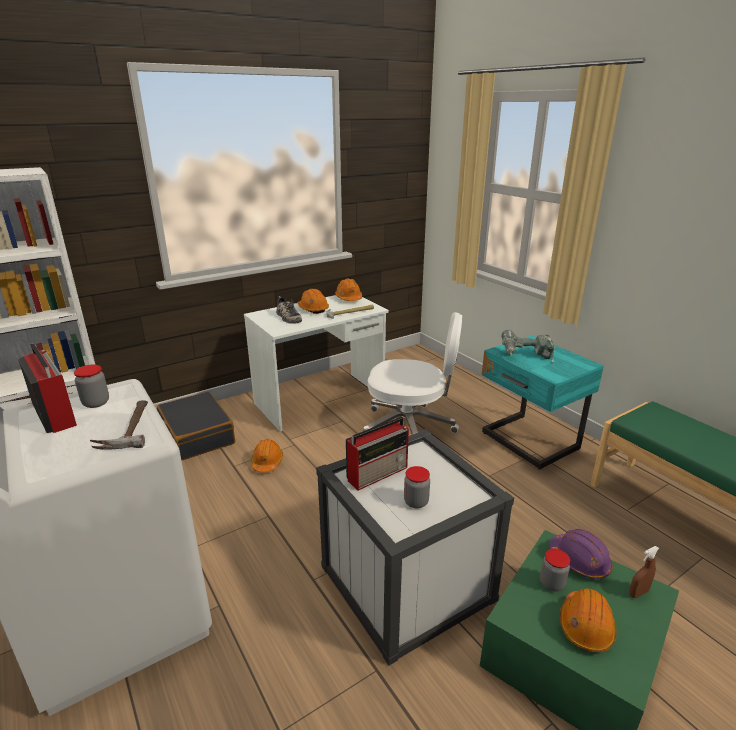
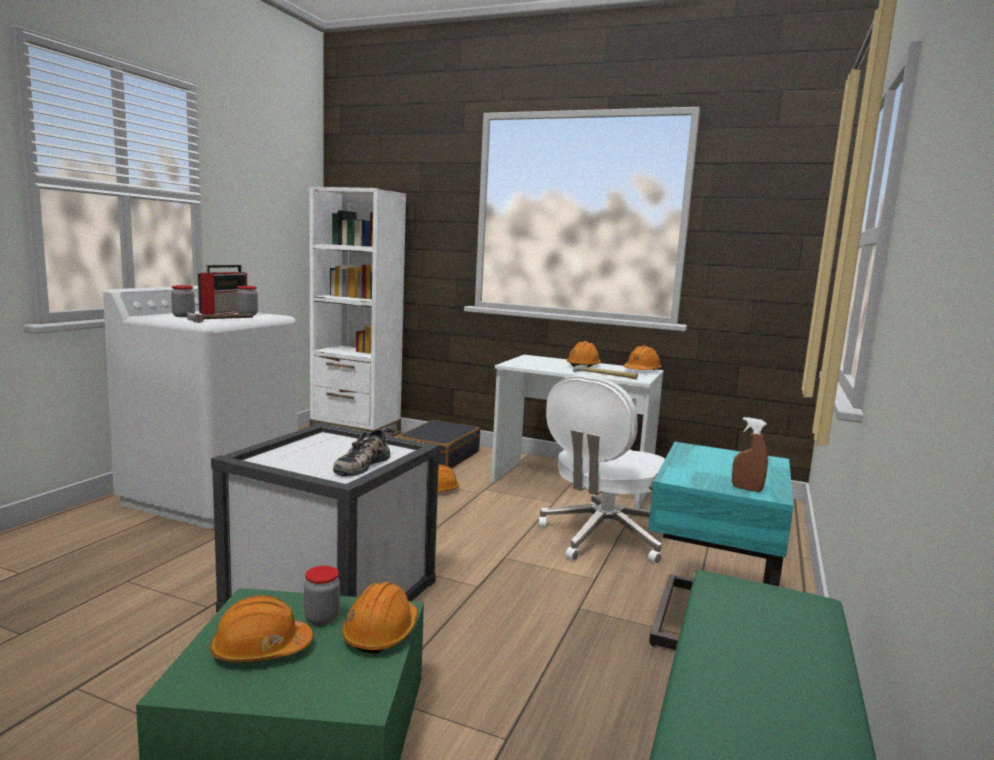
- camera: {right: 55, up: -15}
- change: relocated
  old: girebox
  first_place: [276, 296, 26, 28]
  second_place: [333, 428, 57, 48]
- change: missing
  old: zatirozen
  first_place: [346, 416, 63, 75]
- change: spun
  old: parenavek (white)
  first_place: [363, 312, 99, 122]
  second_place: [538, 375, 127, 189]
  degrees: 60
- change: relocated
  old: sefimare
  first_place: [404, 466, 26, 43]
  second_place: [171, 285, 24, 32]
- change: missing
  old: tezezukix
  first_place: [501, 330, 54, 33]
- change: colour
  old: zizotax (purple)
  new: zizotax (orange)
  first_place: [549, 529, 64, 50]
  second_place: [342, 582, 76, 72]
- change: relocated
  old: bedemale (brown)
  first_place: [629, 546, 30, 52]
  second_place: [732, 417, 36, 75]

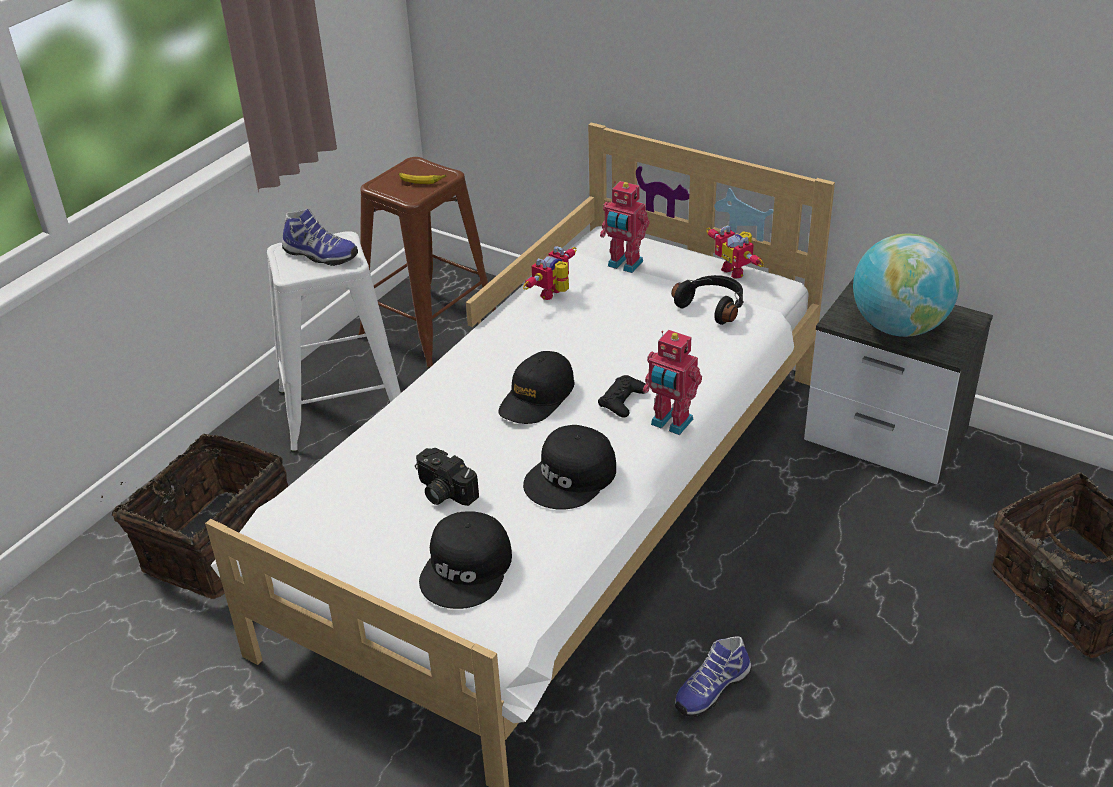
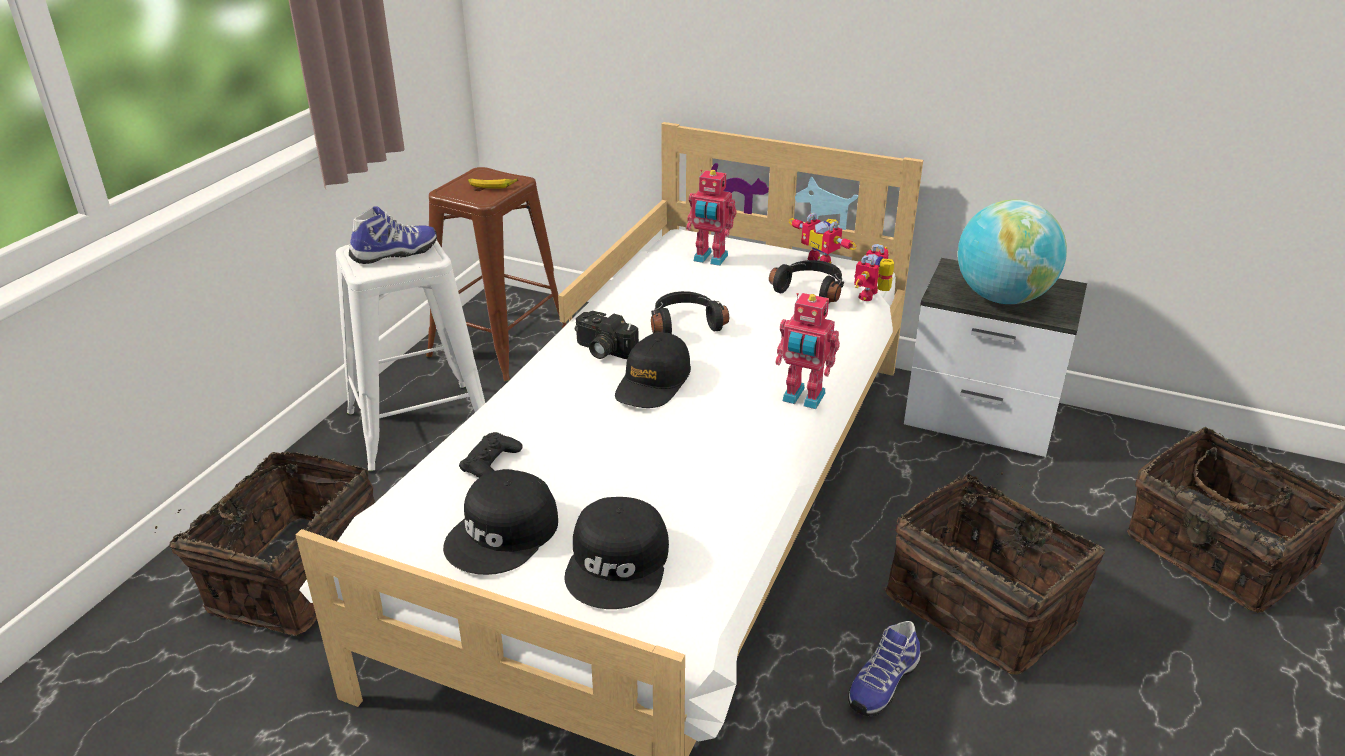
- camera: {right: -10, up: -5}
- change: spun
  old: girebox
  first_place: [282, 209, 76, 57]
  second_place: [349, 206, 88, 58]
  degrees: -45
- change: relocated
  old: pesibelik
  first_place: [415, 448, 64, 58]
  second_place: [575, 311, 64, 48]
- change: relocated
  old: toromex
  first_place: [523, 246, 54, 54]
  second_place: [854, 244, 40, 57]
- change: relocated
  old: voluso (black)
  first_place: [523, 425, 93, 85]
  second_place: [443, 469, 115, 106]
- change: relocated
  old: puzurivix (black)
  first_place: [598, 375, 48, 43]
  second_place: [459, 432, 63, 46]
- change: appeared
  new: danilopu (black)
  second_place: [651, 291, 78, 43]
- change: appeared
  new: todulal
  second_place: [885, 472, 220, 203]

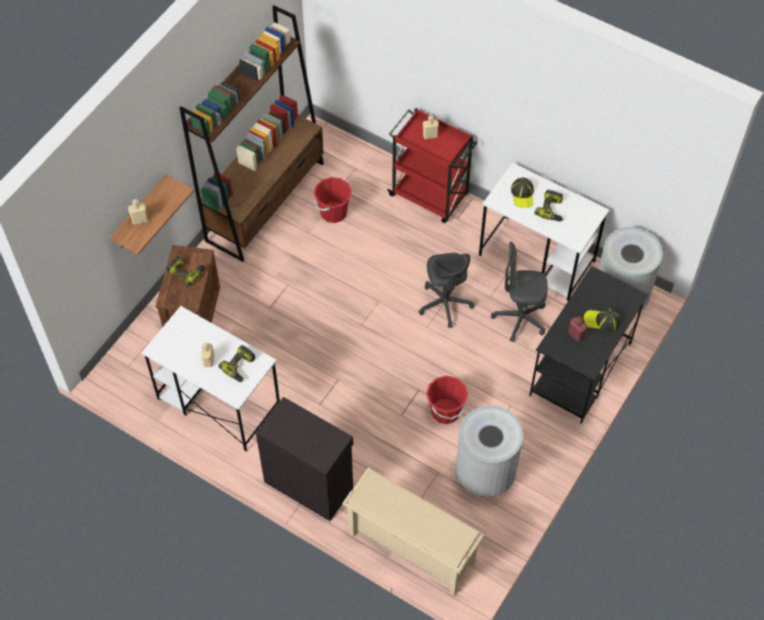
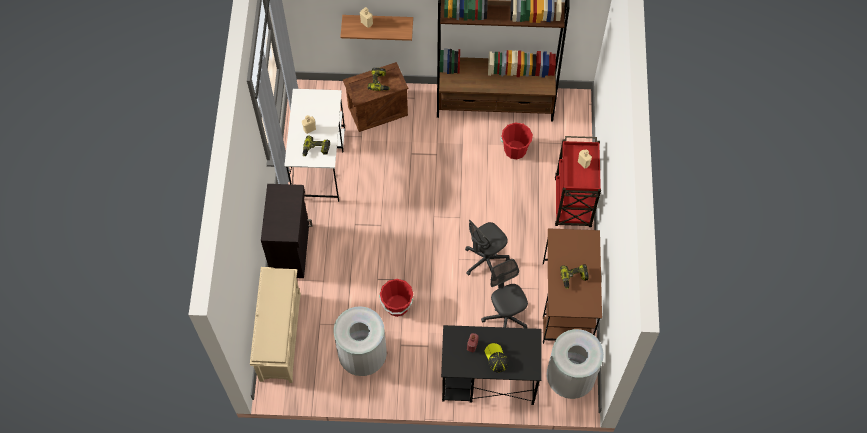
- camera: {right: 60, up: 5}
- change: colour
  old: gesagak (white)
  new: gesagak (brown)
  first_place: [479, 163, 130, 138]
  second_place: [543, 228, 59, 116]
- change: missing
  old: voluso
  first_place: [511, 178, 23, 30]

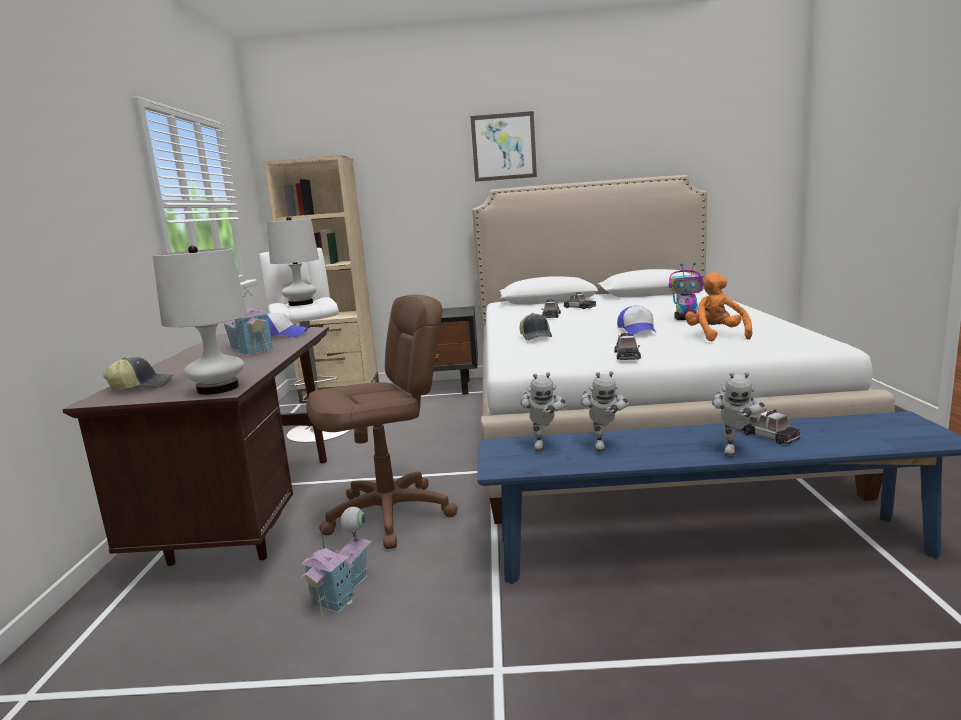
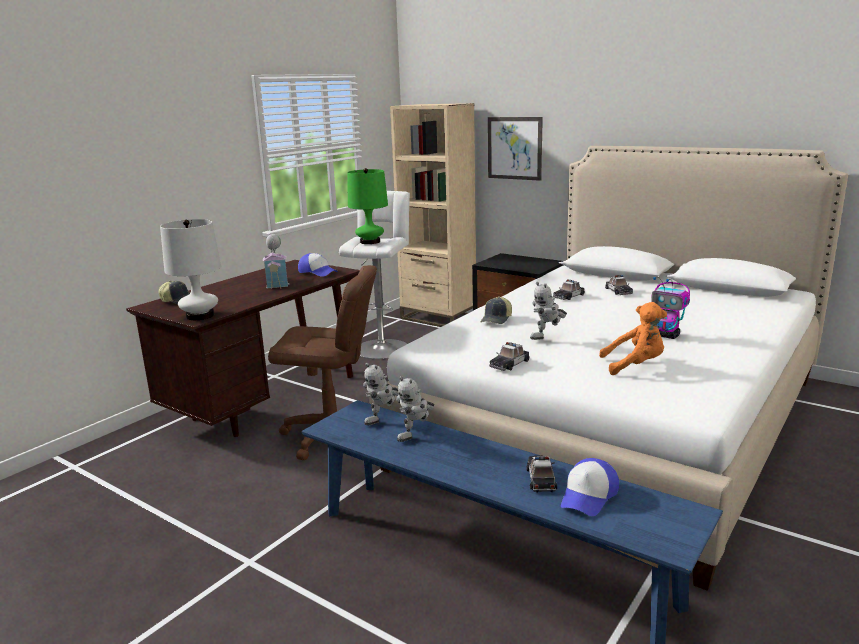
- camera: {right: 35, up: 5}
- change: colour
  old: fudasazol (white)
  new: fudasazol (green)
  first_place: [267, 217, 52, 89]
  second_place: [347, 168, 41, 76]
- change: missing
  old: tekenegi
  first_place: [300, 507, 71, 109]
- change: relocated
  old: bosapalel
  first_place: [470, 111, 67, 71]
  second_place: [488, 117, 55, 64]
- change: relocated
  old: voluso
  first_place: [617, 306, 39, 29]
  second_place: [561, 458, 58, 58]
- change: spun
  old: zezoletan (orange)
  first_place: [685, 272, 67, 69]
  second_place: [599, 302, 68, 73]
  degrees: 60
- change: relocated
  old: toromex
  first_place: [712, 372, 54, 85]
  second_place: [530, 281, 37, 59]

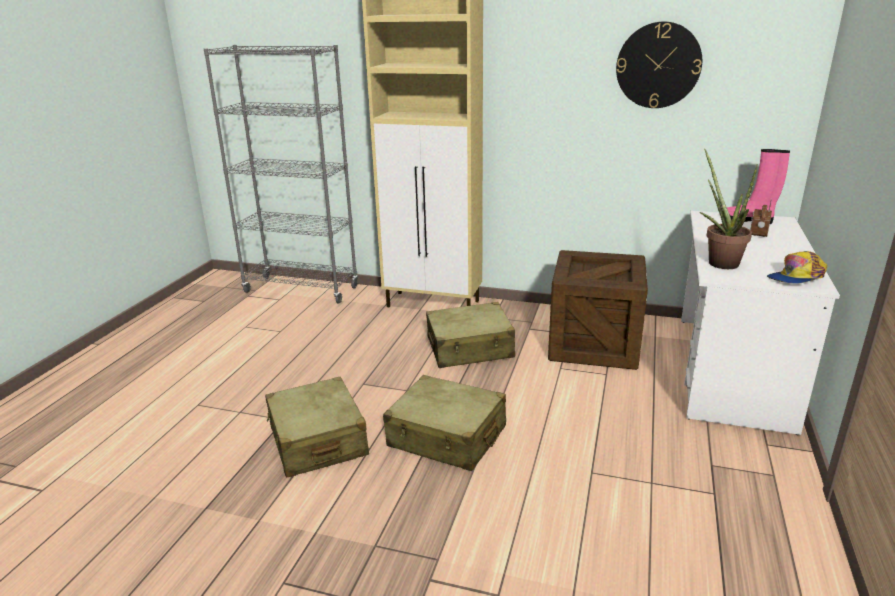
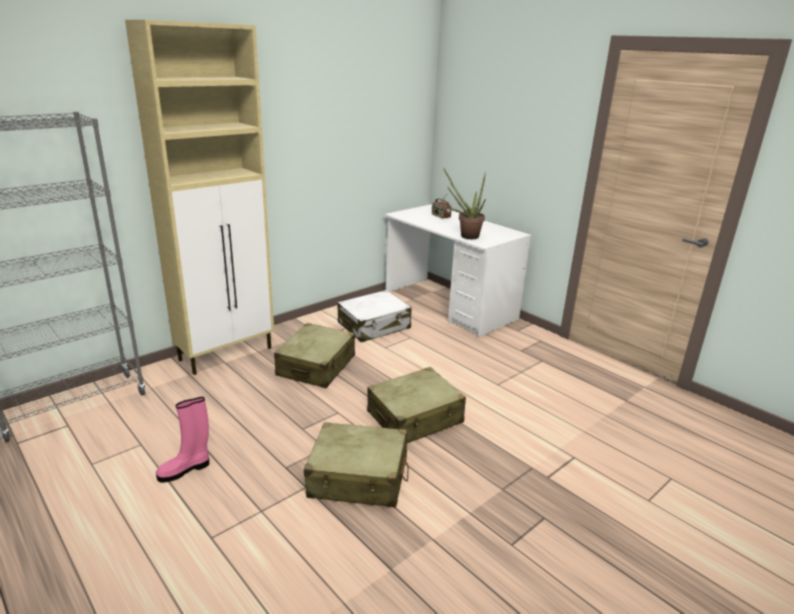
- camera: {right: -60, up: 0}
- change: exchanged
  old: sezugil
  new: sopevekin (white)
  first_place: [548, 250, 100, 120]
  second_place: [337, 290, 74, 52]
- change: missing
  old: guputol
  first_place: [616, 21, 86, 87]
- change: relocated
  old: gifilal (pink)
  first_place: [727, 149, 63, 75]
  second_place: [156, 397, 53, 86]
- change: missing
  old: voluso
  first_place: [767, 251, 60, 33]

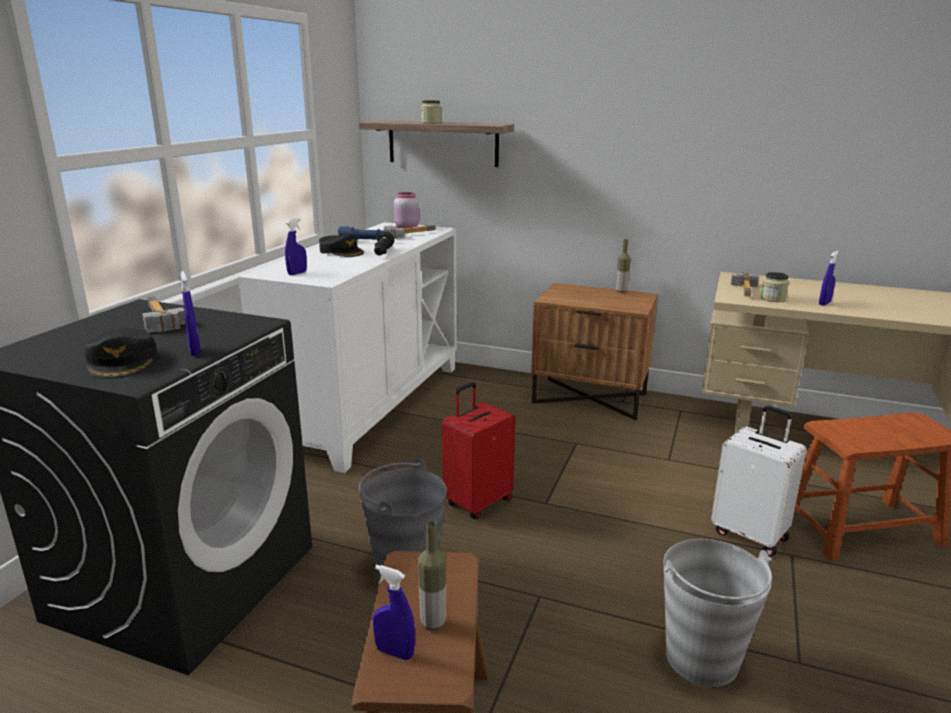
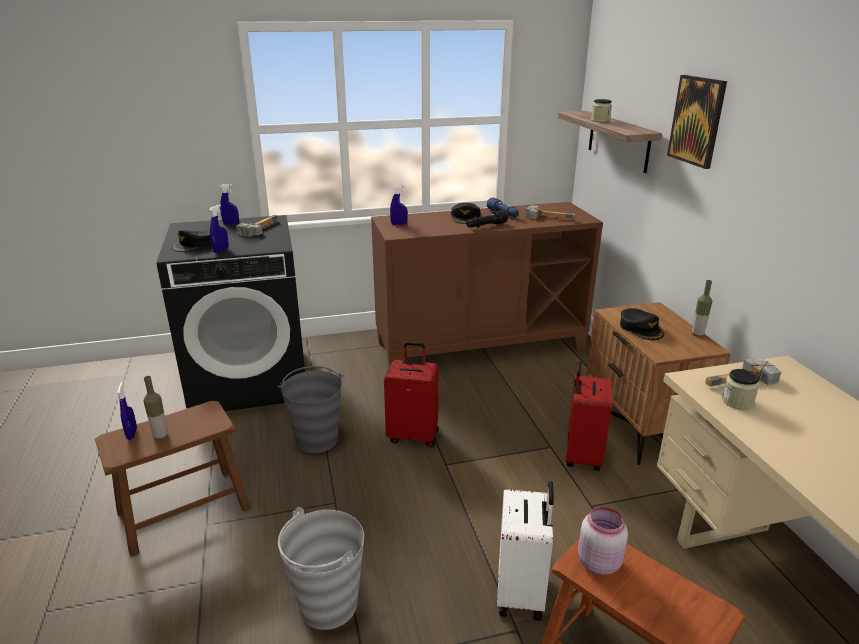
- camera: {right: 55, up: 5}
- change: colour
  old: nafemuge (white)
  new: nafemuge (brown)
  first_place: [238, 222, 219, 251]
  second_place: [371, 202, 232, 164]
- change: relocated
  old: sefimare (pink)
  first_place: [394, 192, 25, 36]
  second_place: [578, 507, 50, 68]
- change: relocated
  old: bedemale (blue)
  first_place: [819, 251, 20, 55]
  second_place: [220, 184, 19, 41]
- change: appeared
  new: sopevekin (red)
  second_place: [566, 362, 46, 109]
- change: appeared
  new: voluso (black)
  second_place: [620, 308, 44, 32]
- change: appeared
  new: bosapalel
  second_place: [667, 75, 60, 94]

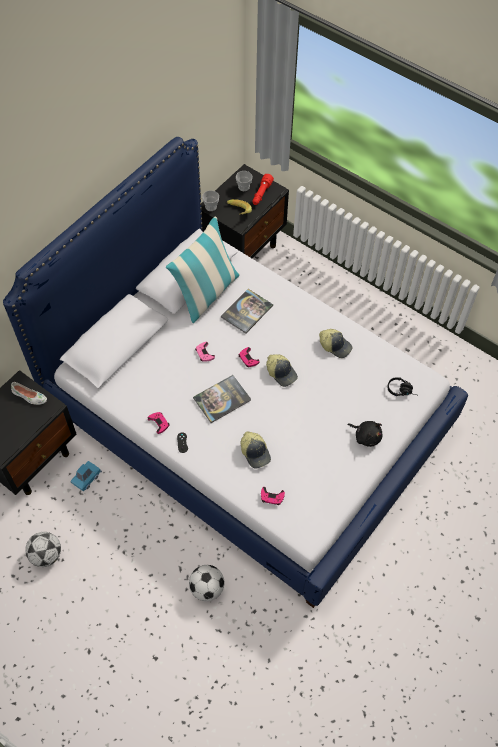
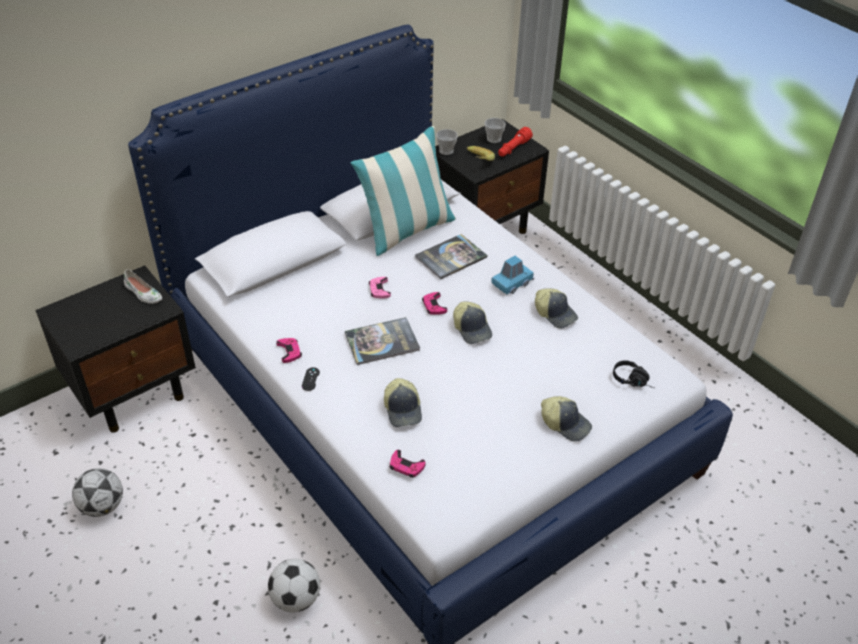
- camera: {right: 15, up: -15}
- change: relocated
  old: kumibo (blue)
  first_place: [70, 461, 32, 30]
  second_place: [491, 256, 44, 38]
- change: exchanged
  old: zezoletan (black)
  new: voluso
  first_place: [347, 421, 35, 26]
  second_place: [541, 396, 51, 46]

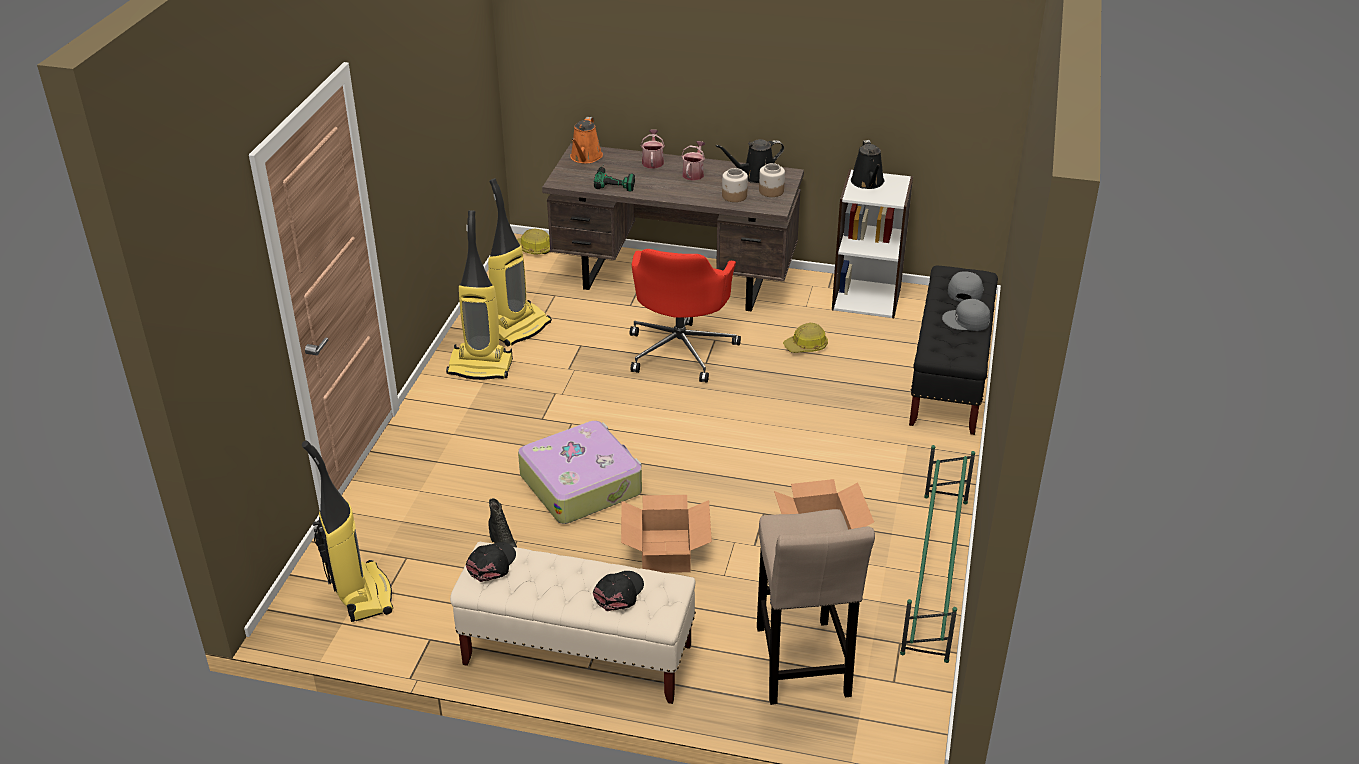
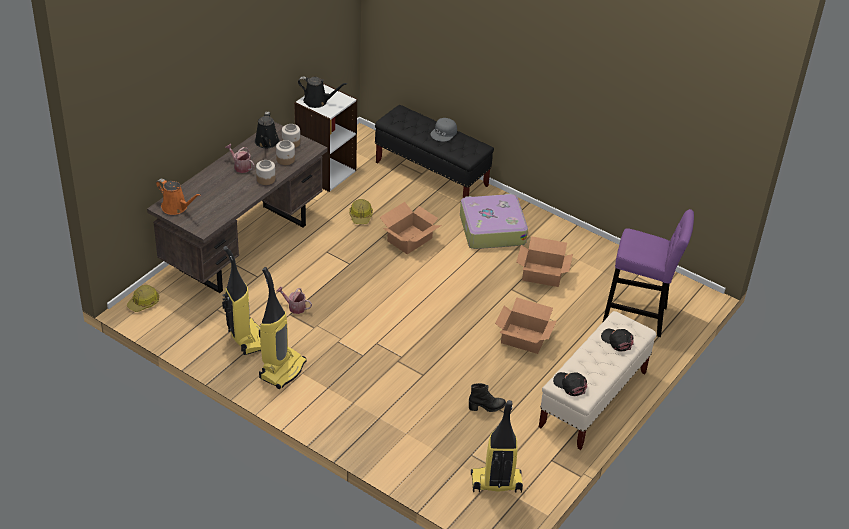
- camera: {right: -70, up: 5}
- change: relocated
  old: sopevekin
  first_place: [518, 421, 124, 103]
  second_place: [460, 194, 68, 55]
- change: missing
  old: tezezukix
  first_place: [593, 164, 42, 27]
- change: missing
  old: parenavek (red)
  first_place: [630, 249, 111, 133]
- change: relocated
  old: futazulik
  first_place: [641, 129, 24, 40]
  second_place: [276, 287, 36, 27]
- change: colour
  old: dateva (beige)
  new: dateva (purple)
  first_place: [757, 509, 118, 196]
  second_place: [602, 209, 92, 128]
- change: missing
  old: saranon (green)
  first_place: [900, 445, 75, 218]
- change: missing
  old: voluso (grey)
  first_place: [948, 271, 36, 31]
- change: appeared
  new: sefimare
  second_place: [256, 160, 19, 25]
- change: appeared
  new: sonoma
  second_place: [379, 202, 63, 53]

